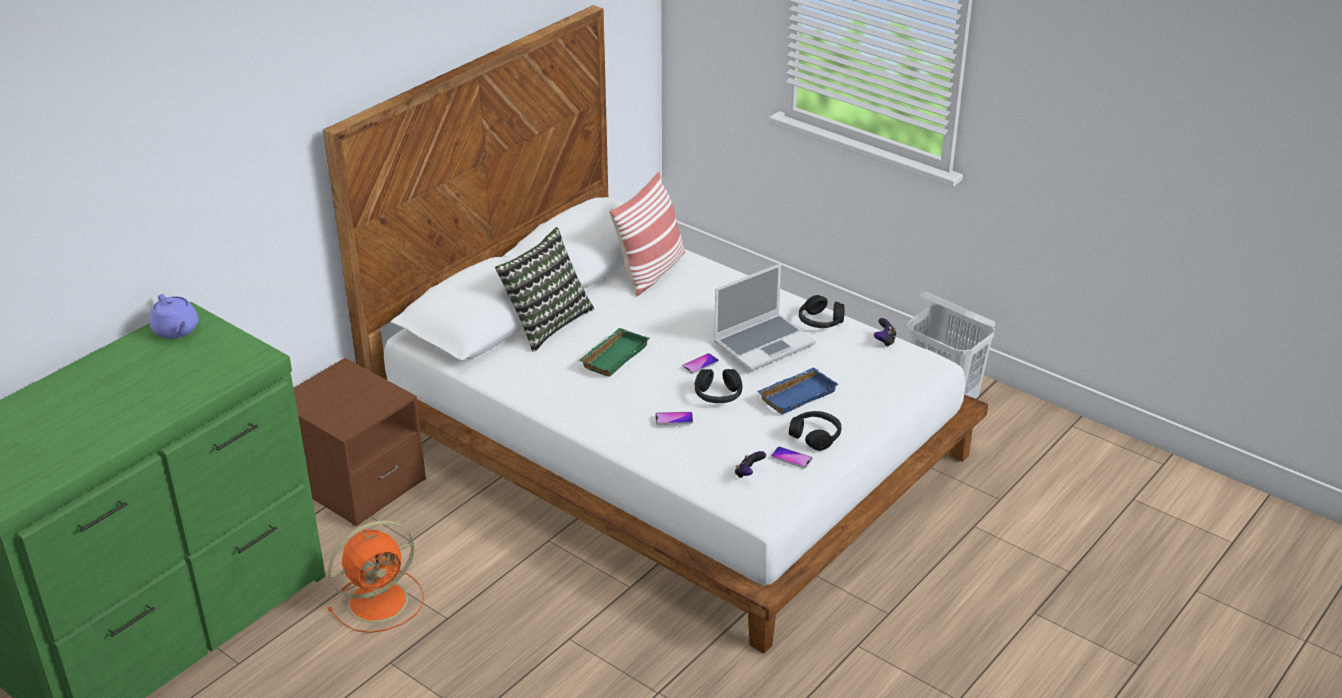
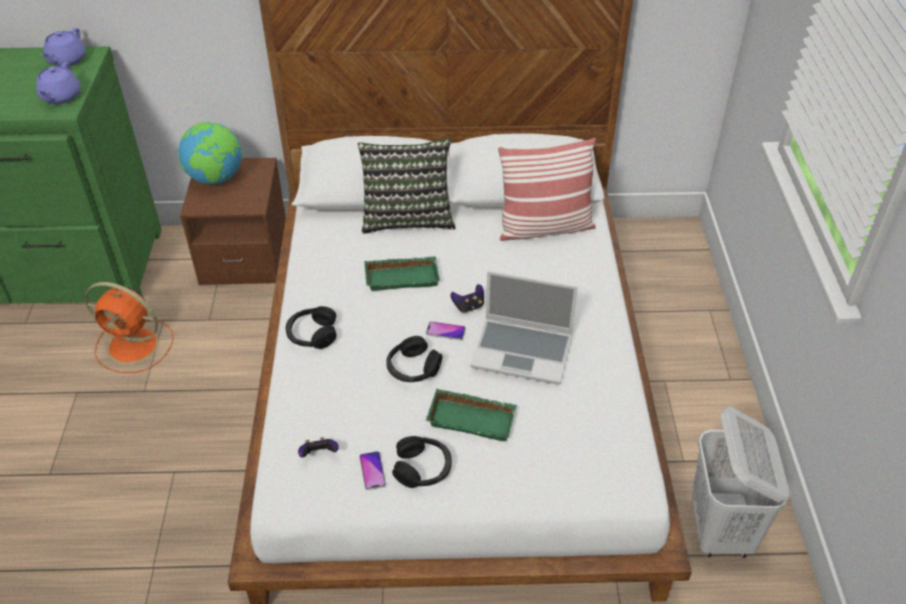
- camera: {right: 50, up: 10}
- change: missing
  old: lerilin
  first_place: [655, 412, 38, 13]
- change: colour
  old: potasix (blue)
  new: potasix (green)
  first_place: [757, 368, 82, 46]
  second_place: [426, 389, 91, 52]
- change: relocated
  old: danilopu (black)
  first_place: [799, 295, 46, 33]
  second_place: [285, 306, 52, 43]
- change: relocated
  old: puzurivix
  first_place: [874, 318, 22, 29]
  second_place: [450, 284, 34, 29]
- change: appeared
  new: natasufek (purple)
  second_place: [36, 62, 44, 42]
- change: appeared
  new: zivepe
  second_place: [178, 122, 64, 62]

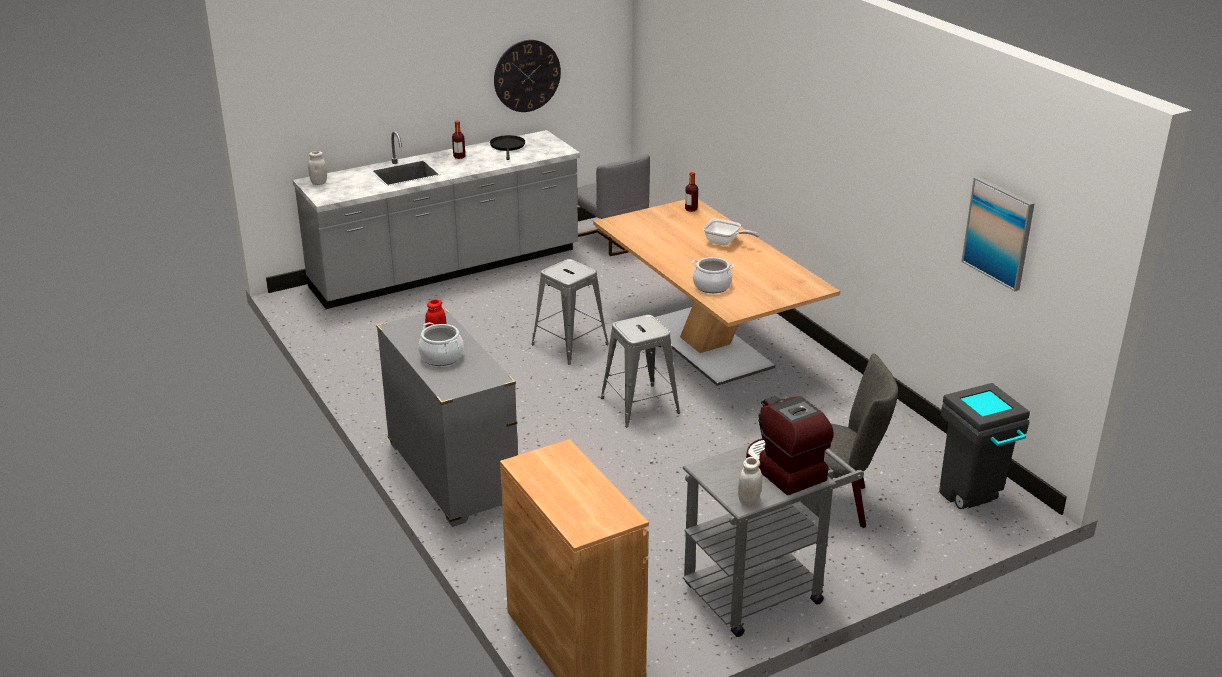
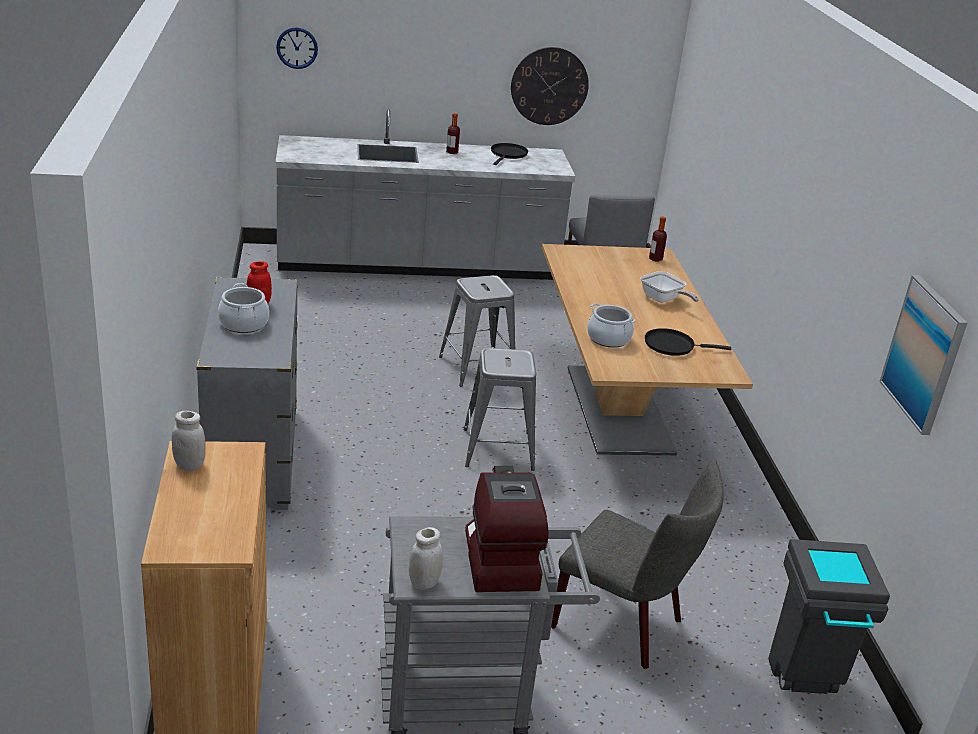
- camera: {right: 20, up: 0}
- change: relocated
  old: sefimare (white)
  first_place: [308, 151, 19, 34]
  second_place: [172, 411, 34, 60]
- change: appeared
  new: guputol
  second_place: [276, 27, 42, 42]
- change: appeared
  new: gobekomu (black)
  second_place: [645, 328, 86, 28]

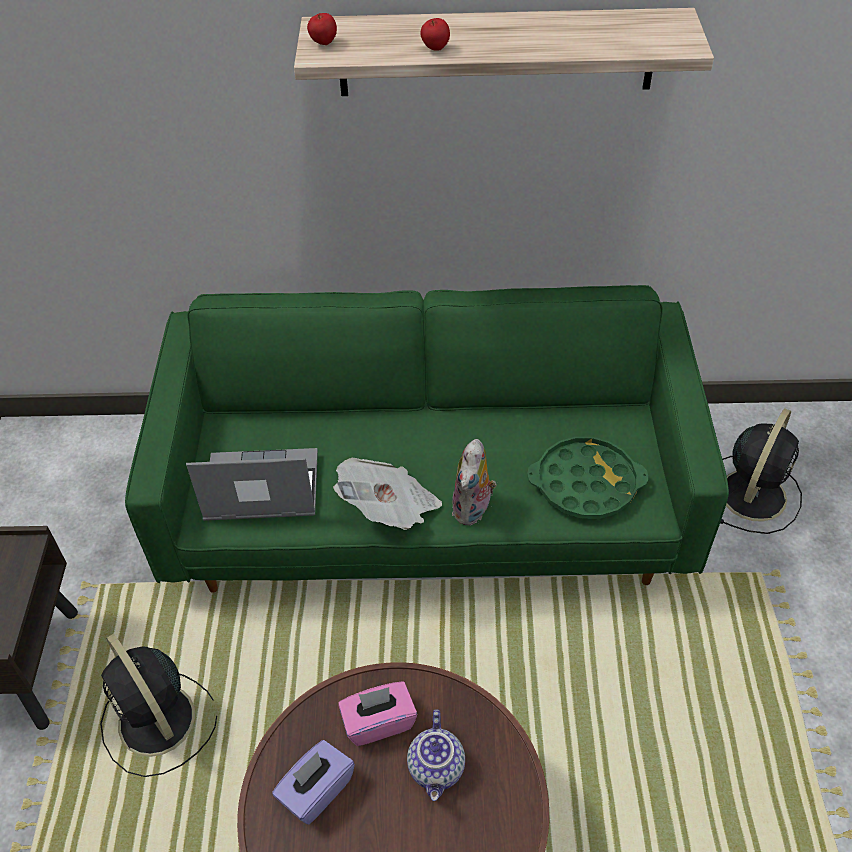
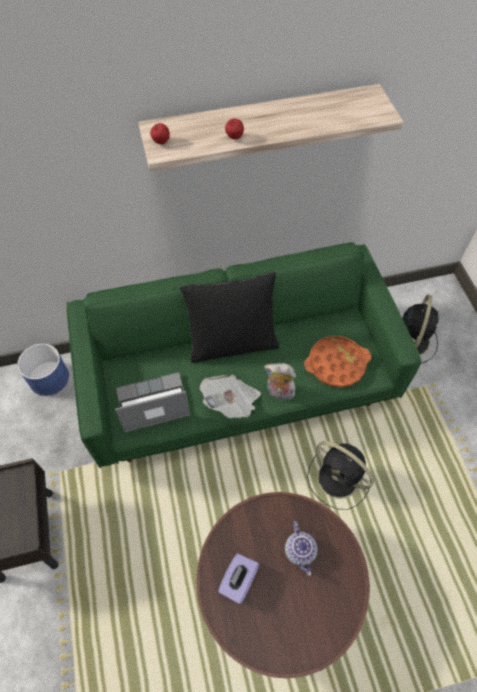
- camera: {right: -15, up: 10}
- change: relocated
  old: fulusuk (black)
  first_place: [100, 634, 117, 143]
  second_place: [307, 441, 67, 69]
- change: missing
  old: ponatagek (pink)
  first_place: [338, 681, 79, 65]
- change: spun
  old: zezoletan
  first_place: [452, 439, 45, 87]
  second_place: [264, 363, 32, 37]
  degrees: 105
- change: colour
  old: potasix (green)
  new: potasix (orange)
  first_place: [527, 437, 121, 82]
  second_place: [304, 336, 67, 51]
- change: appeared
  new: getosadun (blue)
  second_place: [17, 343, 52, 53]
- change: appeared
  new: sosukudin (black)
  second_place: [179, 272, 100, 91]

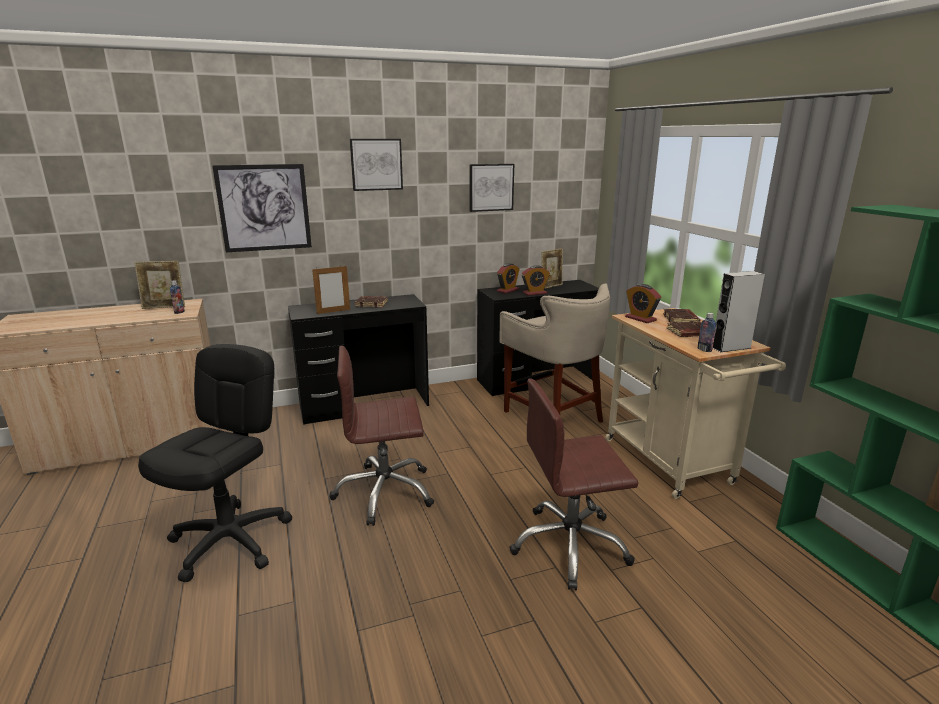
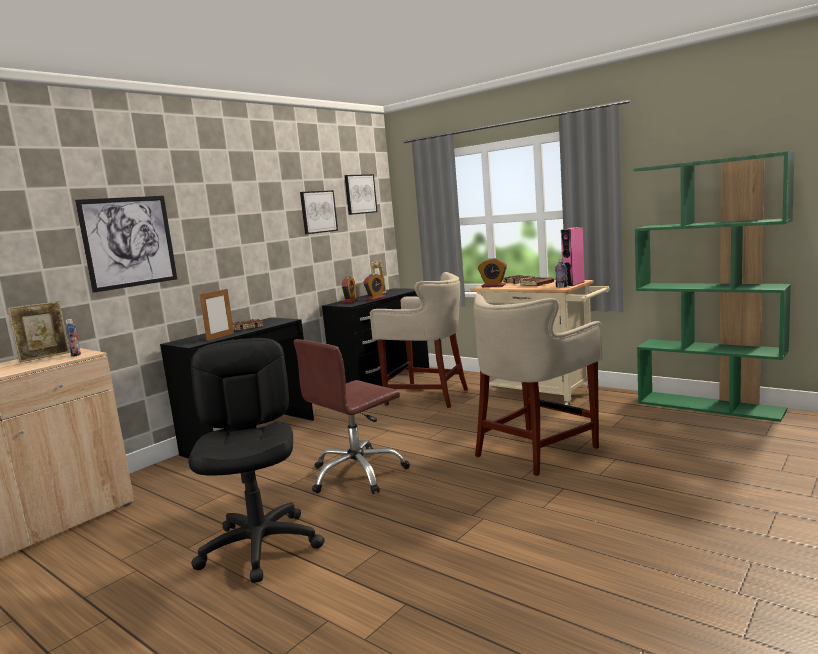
- camera: {right: -30, up: -10}
- change: relocated
  old: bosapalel
  first_place: [350, 139, 53, 52]
  second_place: [344, 174, 34, 41]
- change: exchanged
  old: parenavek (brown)
  new: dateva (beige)
  first_place: [509, 379, 129, 211]
  second_place: [473, 294, 129, 182]
- change: colour
  old: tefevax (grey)
  new: tefevax (pink)
  first_place: [713, 271, 52, 81]
  second_place: [561, 227, 24, 59]

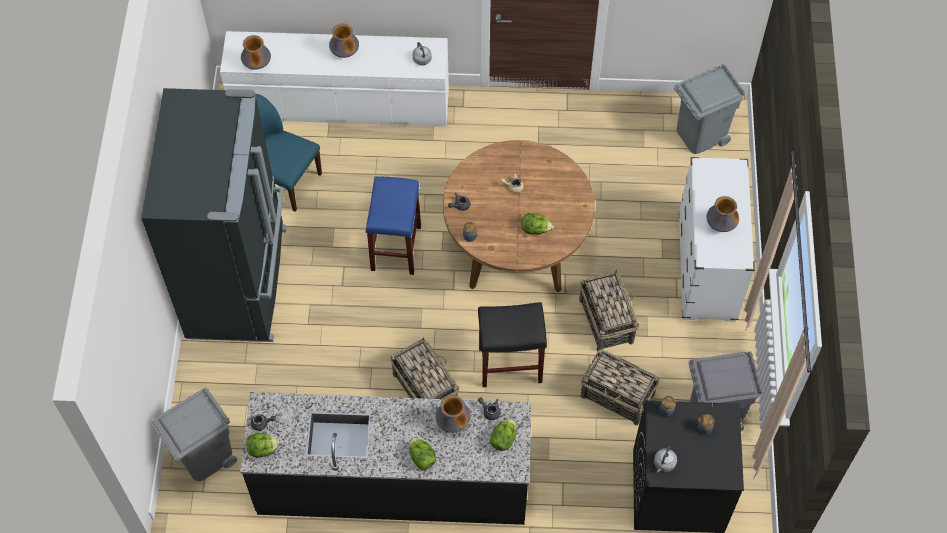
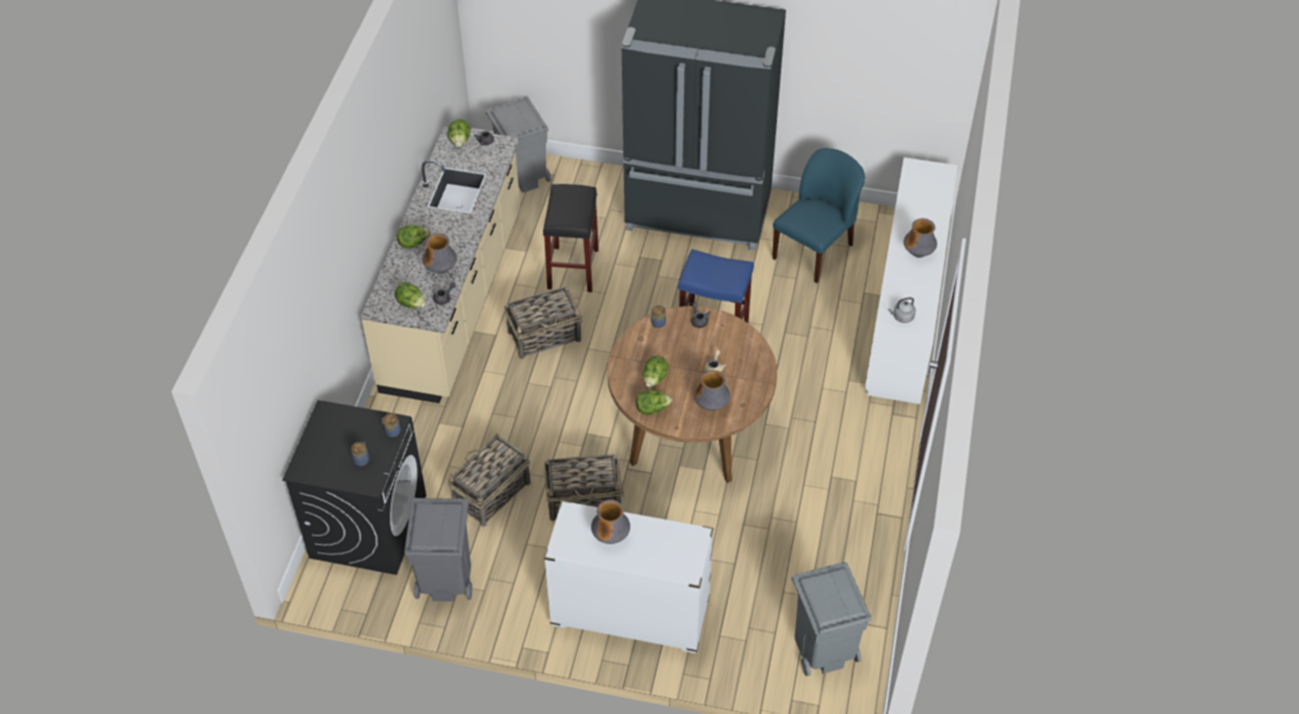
- camera: {right: 100, up: -10}
- change: colour
  old: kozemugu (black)
  new: kozemugu (beige)
  first_place: [240, 392, 291, 133]
  second_place: [361, 126, 159, 277]
- change: relocated
  old: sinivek
  first_place: [241, 35, 30, 35]
  second_place: [694, 370, 36, 41]
- change: relocated
  old: dateva (black)
  first_place: [478, 302, 69, 85]
  second_place: [543, 184, 56, 108]
- change: missing
  old: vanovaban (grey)
  first_place: [654, 446, 23, 26]
- change: appeared
  new: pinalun
  second_place: [636, 390, 36, 25]

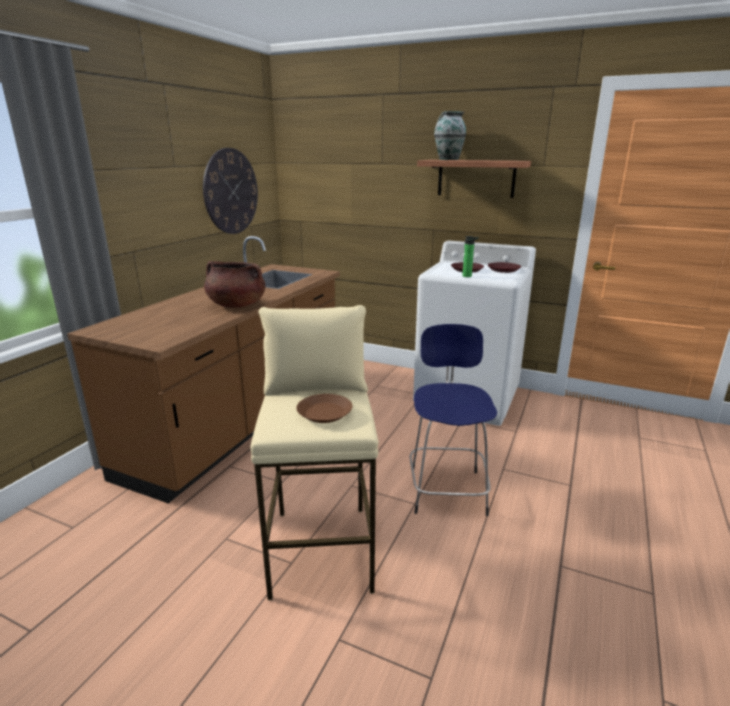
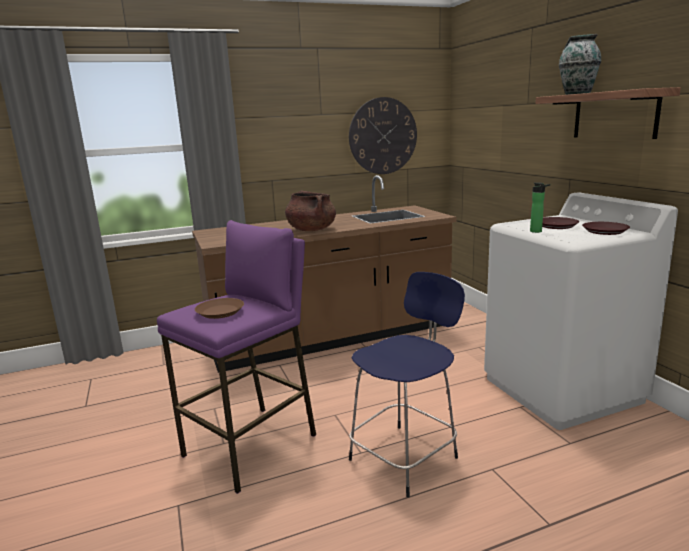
- camera: {right: 45, up: -5}
- change: colour
  old: dateva (beige)
  new: dateva (purple)
  first_place: [251, 305, 127, 295]
  second_place: [157, 220, 159, 274]

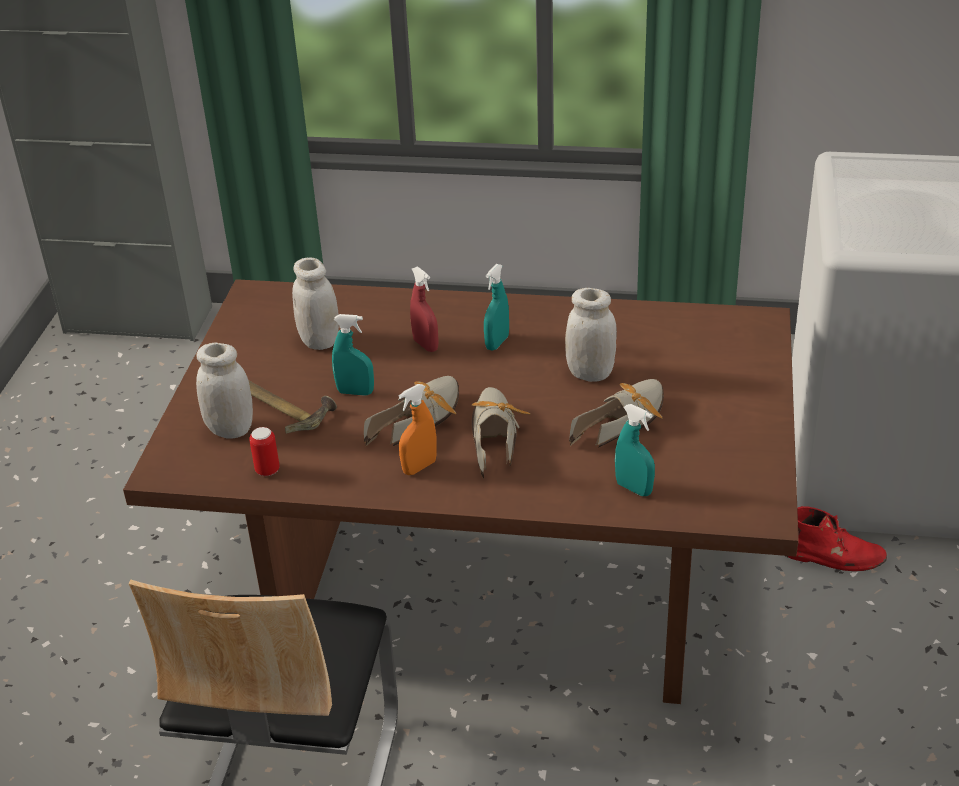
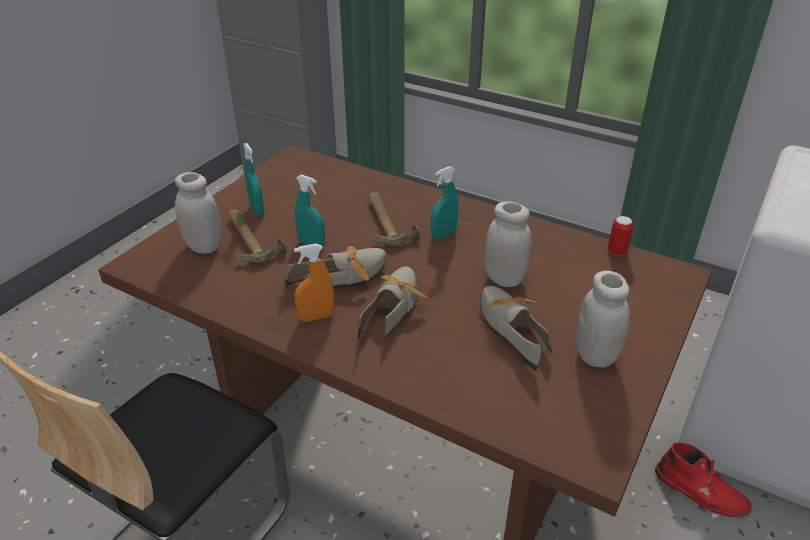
- camera: {right: 20, up: 0}
- change: relocated
  old: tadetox
  first_place: [249, 427, 31, 49]
  second_place: [608, 216, 26, 40]
- change: relocated
  old: sefimare (white)
  first_place: [292, 257, 47, 93]
  second_place: [576, 271, 54, 96]
- change: exchanged
  old: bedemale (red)
  new: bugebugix
  first_place: [410, 266, 29, 86]
  second_place: [368, 192, 52, 54]
- change: spun
  old: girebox
  first_place: [569, 379, 95, 69]
  second_place: [480, 286, 73, 85]
  degrees: -90
- change: relocated
  old: bedemale (turquoise)
  first_place: [615, 404, 40, 92]
  second_place: [243, 143, 21, 72]

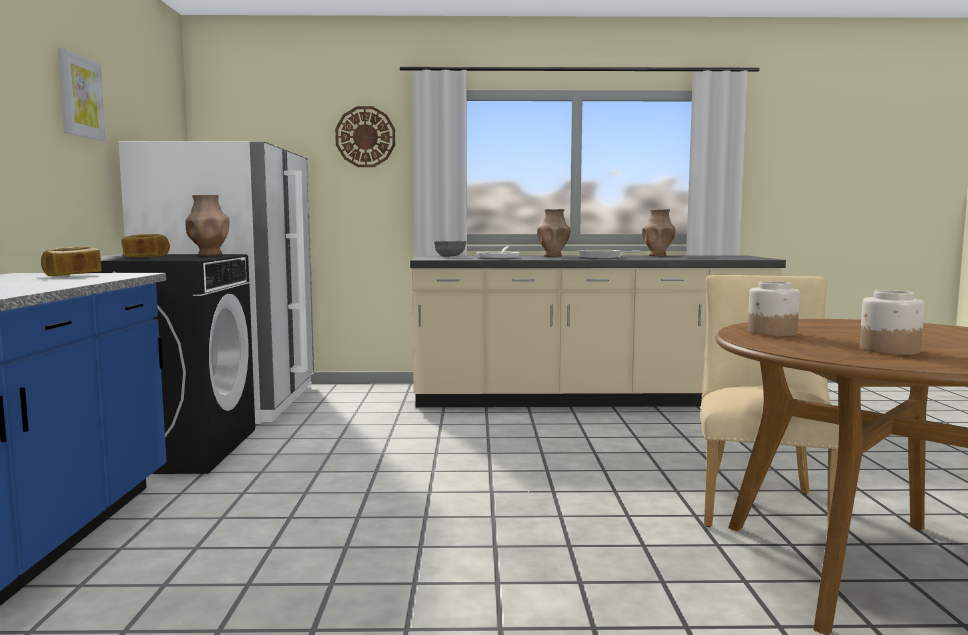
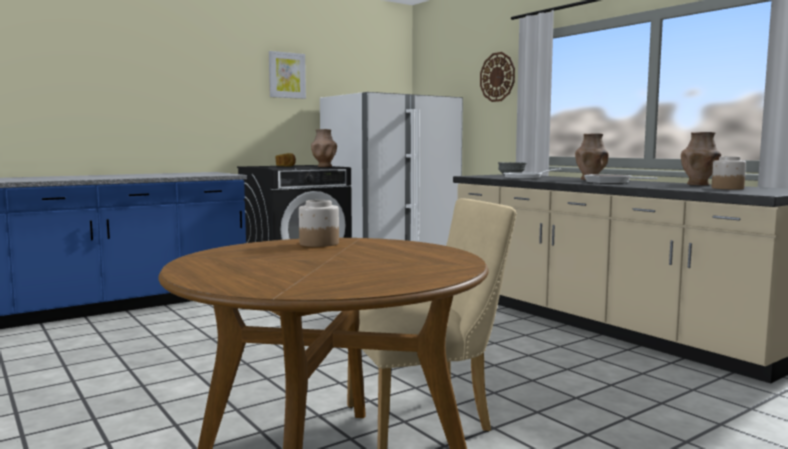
- camera: {right: 55, up: 0}
- change: missing
  old: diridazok
  first_place: [41, 247, 60, 29]
- change: relocated
  old: sefimare
  first_place: [860, 290, 64, 65]
  second_place: [712, 156, 34, 34]

